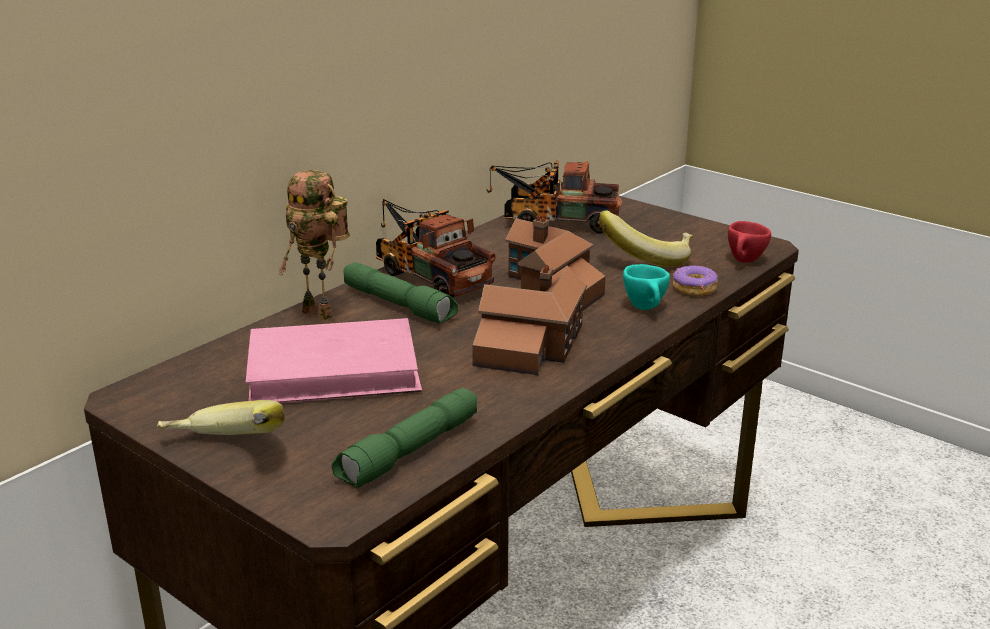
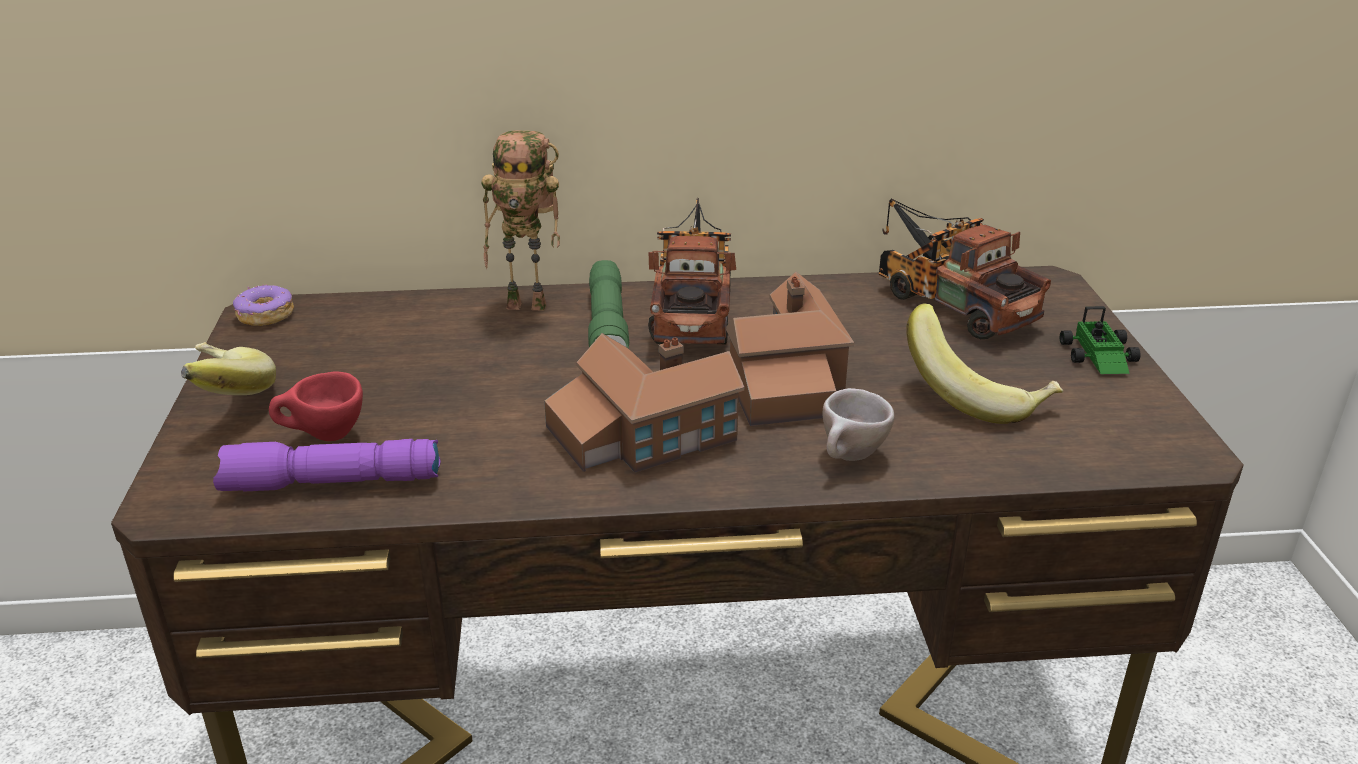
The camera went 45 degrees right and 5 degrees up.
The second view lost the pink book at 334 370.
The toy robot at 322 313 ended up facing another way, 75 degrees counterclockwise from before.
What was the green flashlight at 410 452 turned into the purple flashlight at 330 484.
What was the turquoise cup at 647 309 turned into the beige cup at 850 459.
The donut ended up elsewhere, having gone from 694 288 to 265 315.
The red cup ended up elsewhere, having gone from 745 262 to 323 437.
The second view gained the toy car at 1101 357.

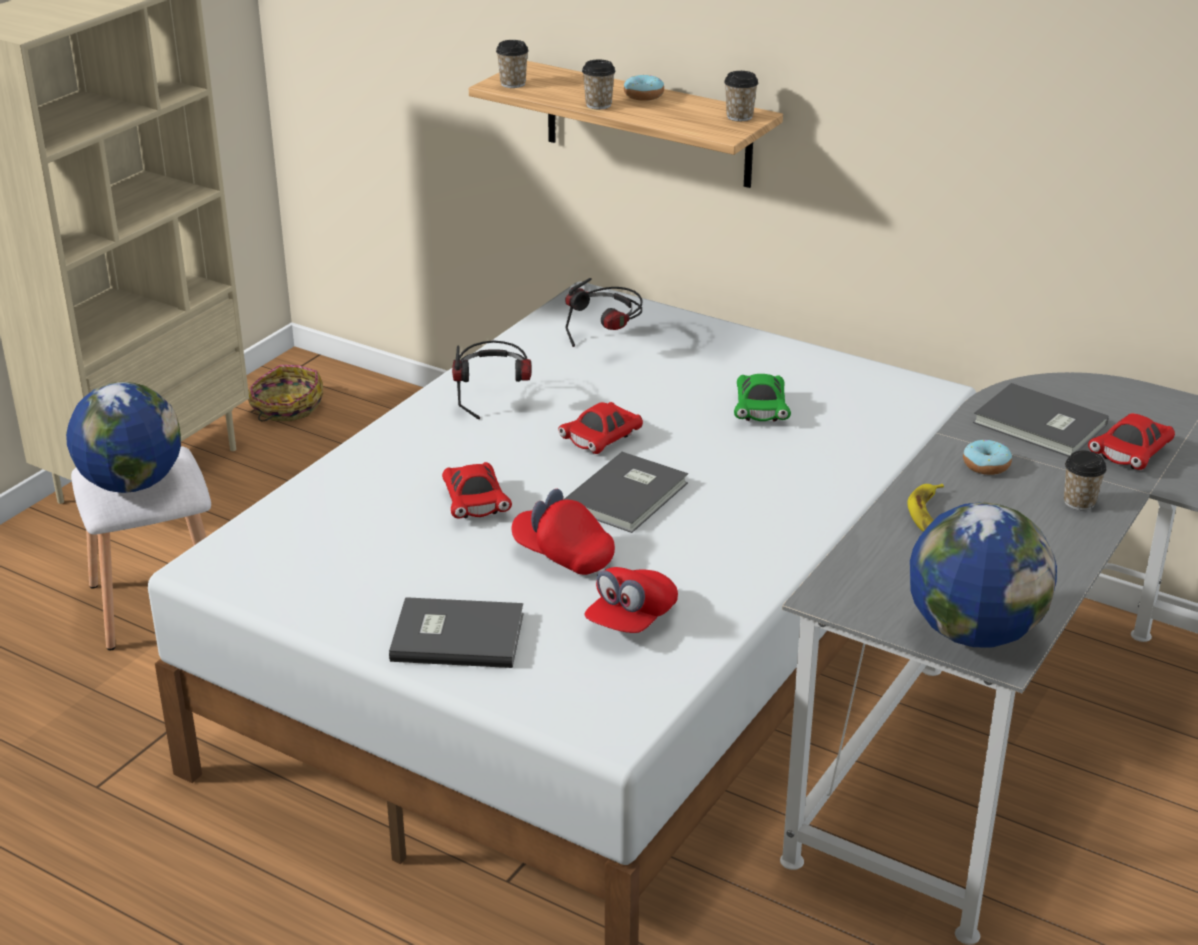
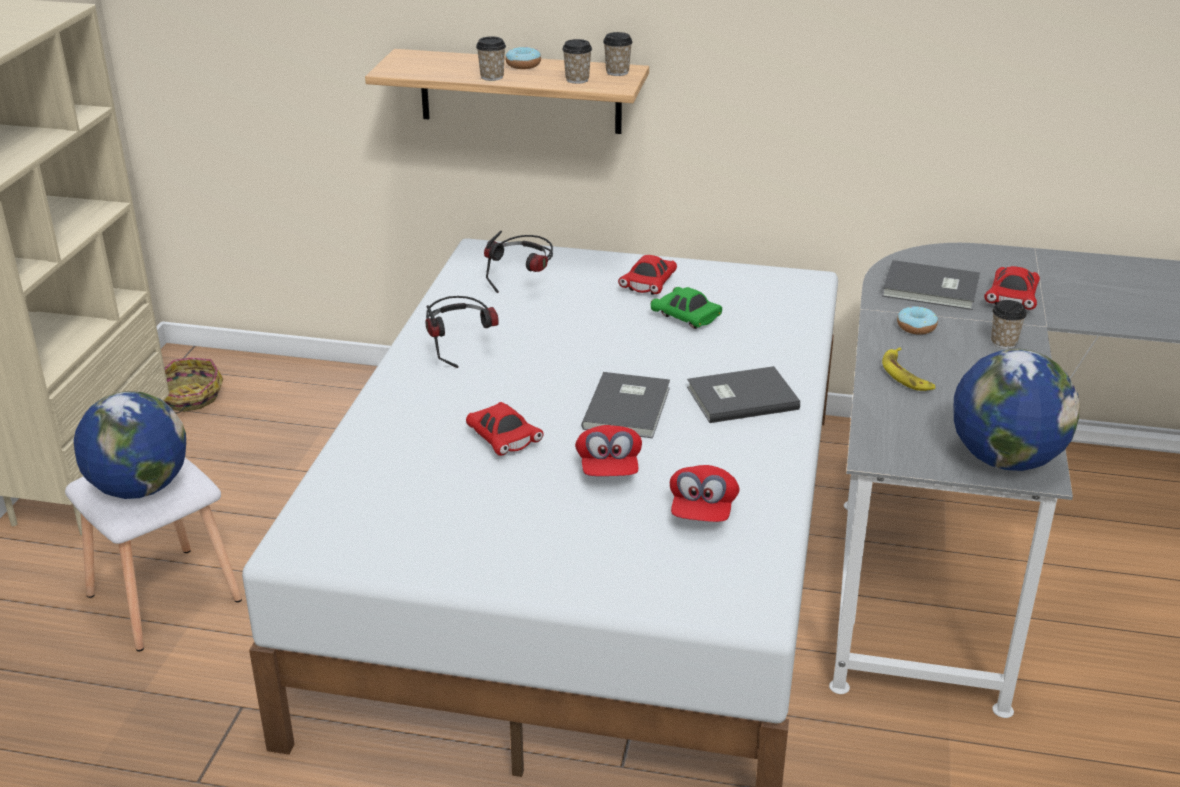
The camera went 20 degrees left and 0 degrees up.
The grey book ended up elsewhere, having gone from 456 635 to 740 397.
The cup ended up elsewhere, having gone from 513 84 to 577 80.
The red cap at 563 555 ended up facing another way, 105 degrees counterclockwise from before.
The red toy car ended up elsewhere, having gone from 601 440 to 648 285.
The green toy car at 760 410 ended up facing another way, 150 degrees clockwise from before.

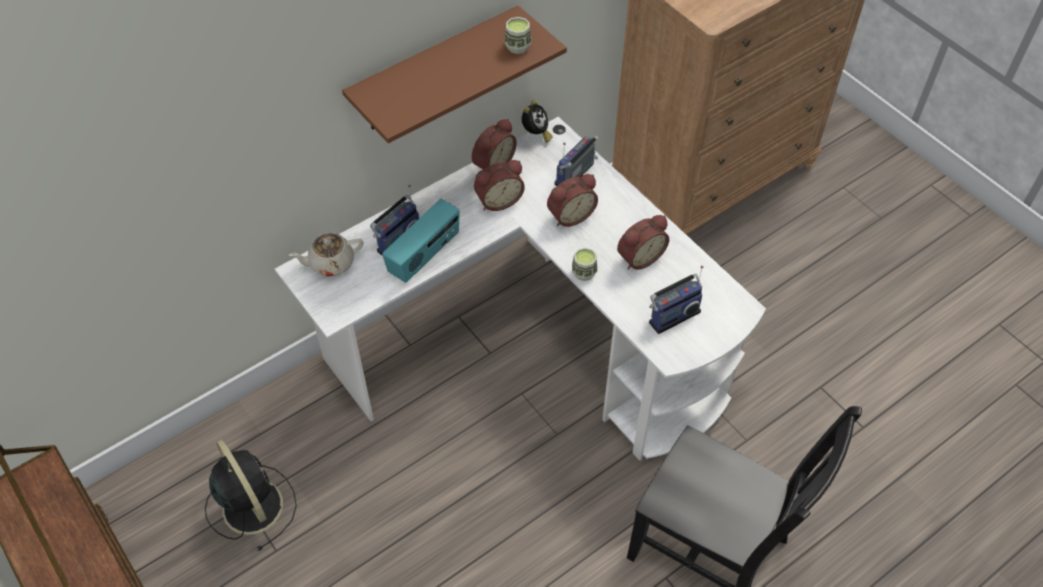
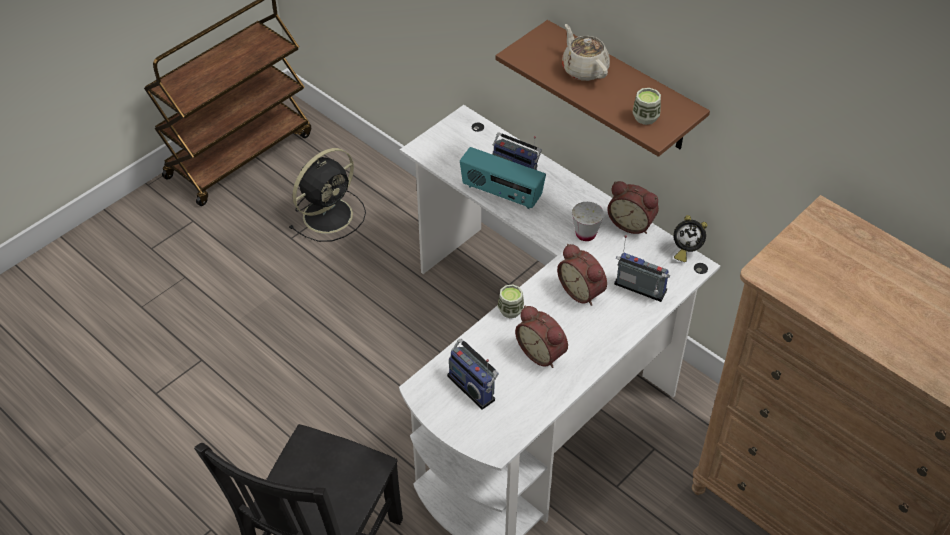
The camera went 80 degrees right and 5 degrees down.
The beige teapot ended up elsewhere, having gone from 330 263 to 584 69.
Where the alarm clock stood at 498 200, the white cup came to stand at 585 234.

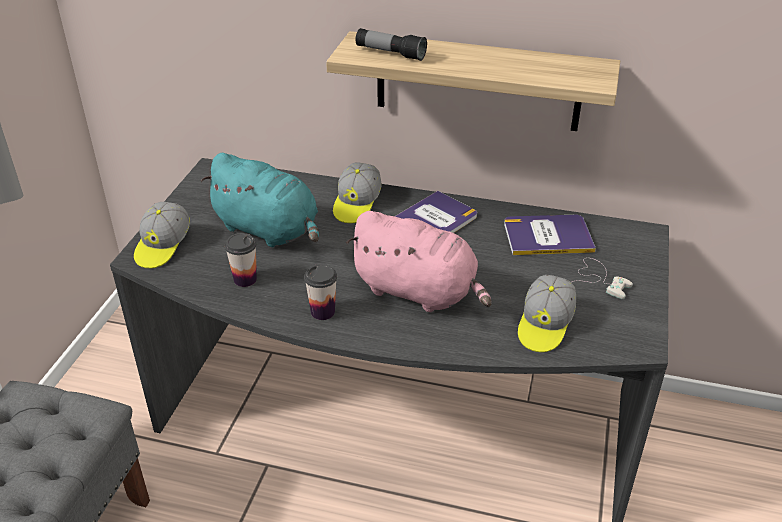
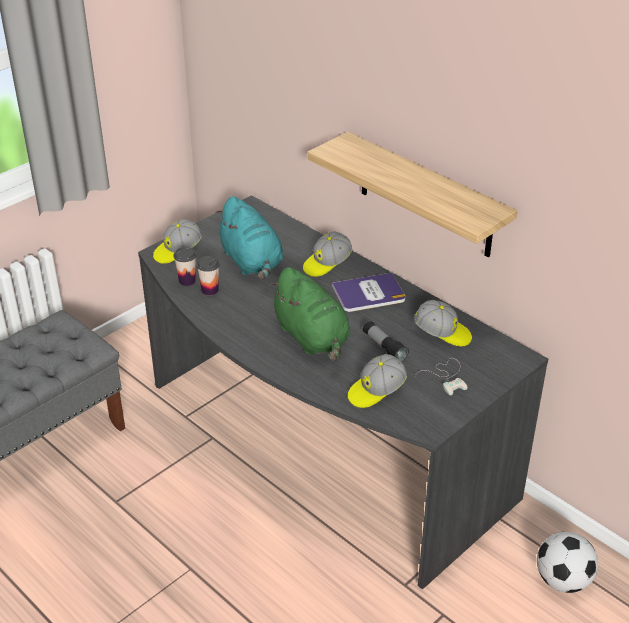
The camera went 30 degrees right and 0 degrees up.
The cup ended up elsewhere, having gone from 322 312 to 187 281.
What was the pink plush toy at 419 292 turned into the green plush toy at 312 338.
The flashlight ended up elsewhere, having gone from 390 53 to 384 347.
Where the book stood at 547 236, the cap came to stand at 442 333.
The second view gained the football at 562 581.

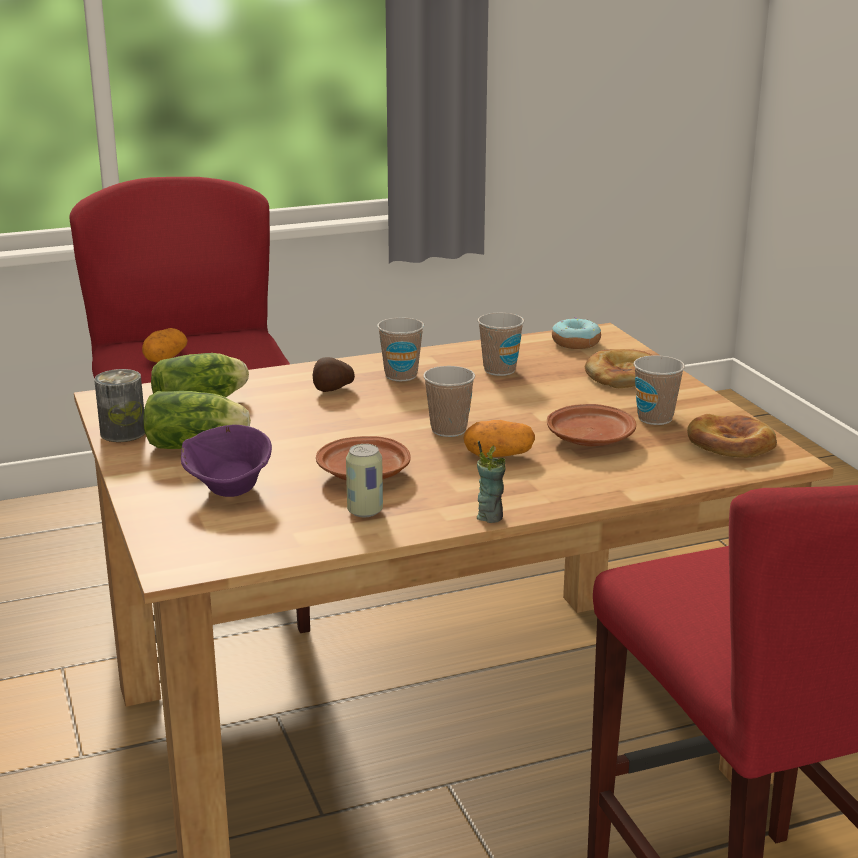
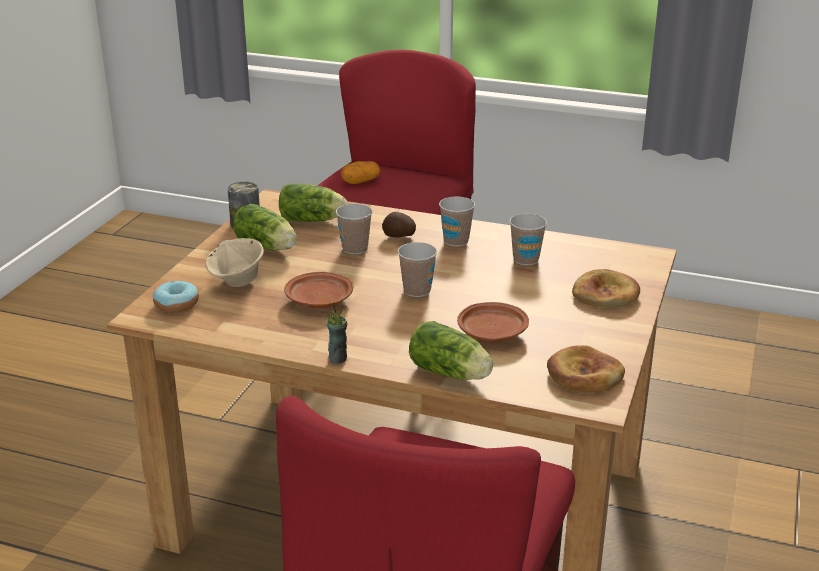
The camera went 40 degrees right and 5 degrees up.
What was the purple bowl at 230 490 turned into the beige bowl at 237 282.
The second view lost the can at 365 511.
The second view lost the potato at 498 455.
The donut ended up elsewhere, having gone from 576 343 to 176 304.
The cup ended up elsewhere, having gone from 655 418 to 355 249.
The second view gained the lettuce at 451 374.

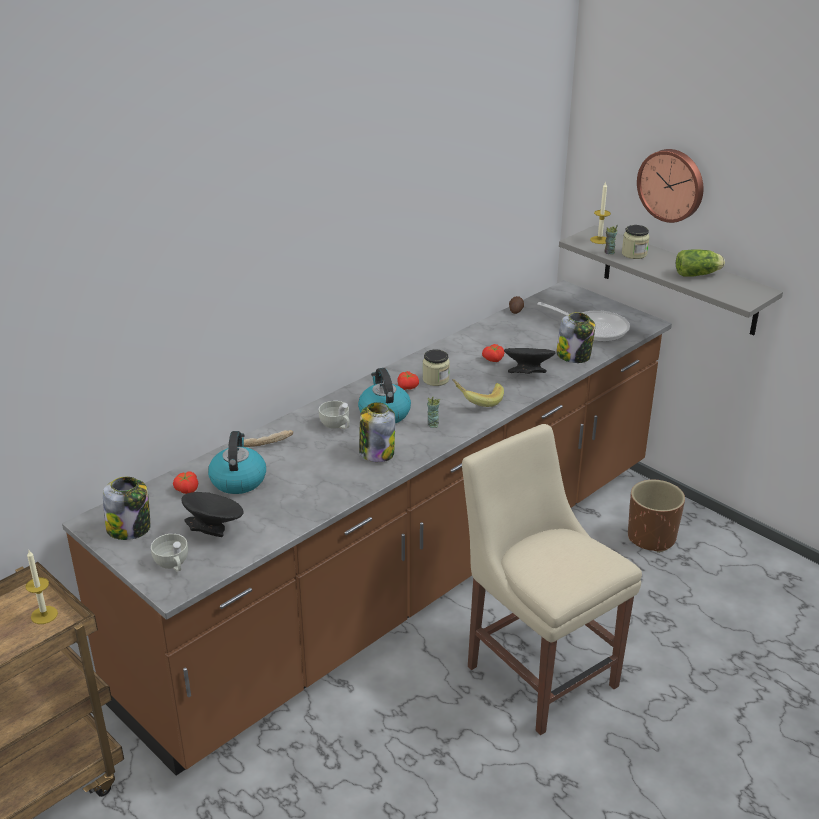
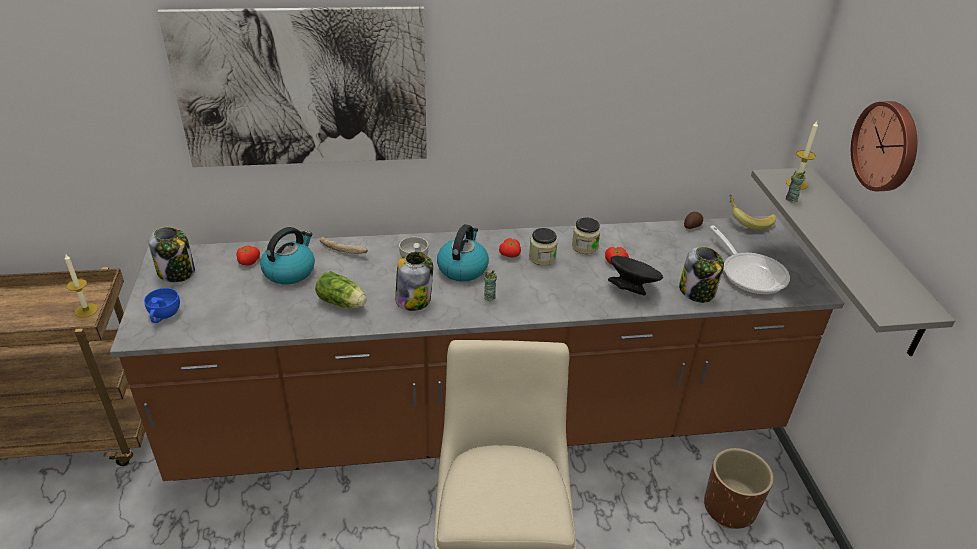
The camera went 35 degrees right and 5 degrees up.
What was the white cup at 173 564 turned into the blue cup at 163 315.
The second view lost the black bowl at 214 529.
The banana ended up elsewhere, having gone from 477 400 to 747 221.
The jar ended up elsewhere, having gone from 634 254 to 584 247.
The lettuce ended up elsewhere, having gone from 698 274 to 343 303.
The second view gained the picture at 303 88.

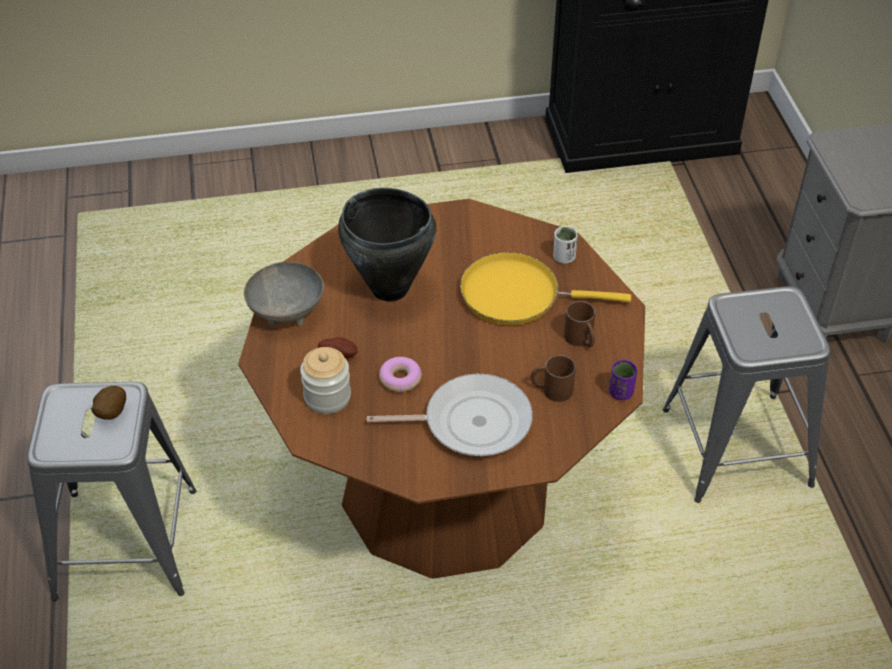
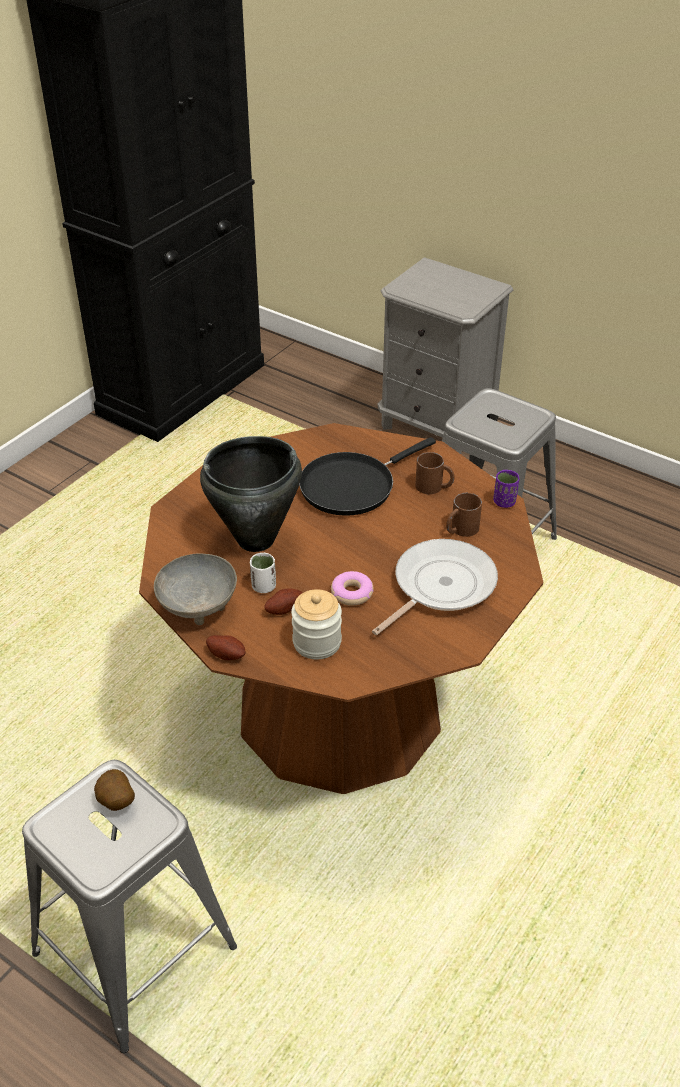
The camera went 45 degrees left and 5 degrees down.
What was the yellow frying pan at 517 294 turned into the black frying pan at 352 486.
The white cup ended up elsewhere, having gone from 564 257 to 263 586.
The second view gained the potato at 227 654.

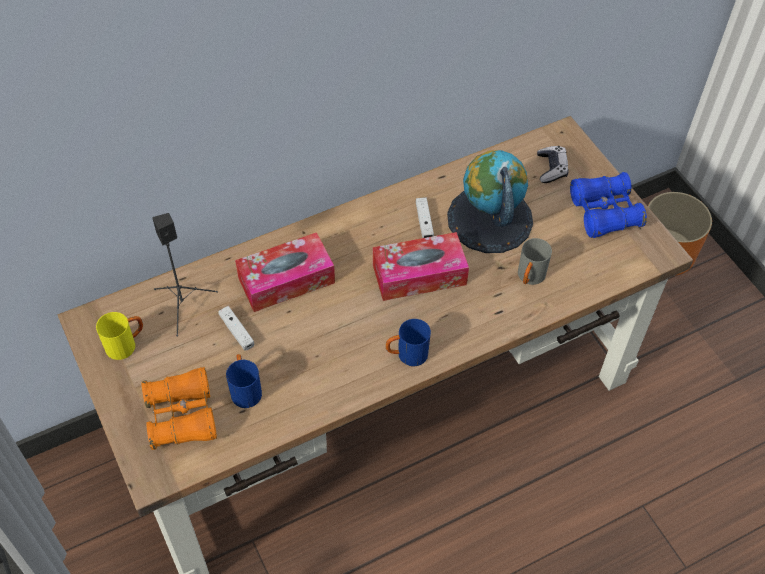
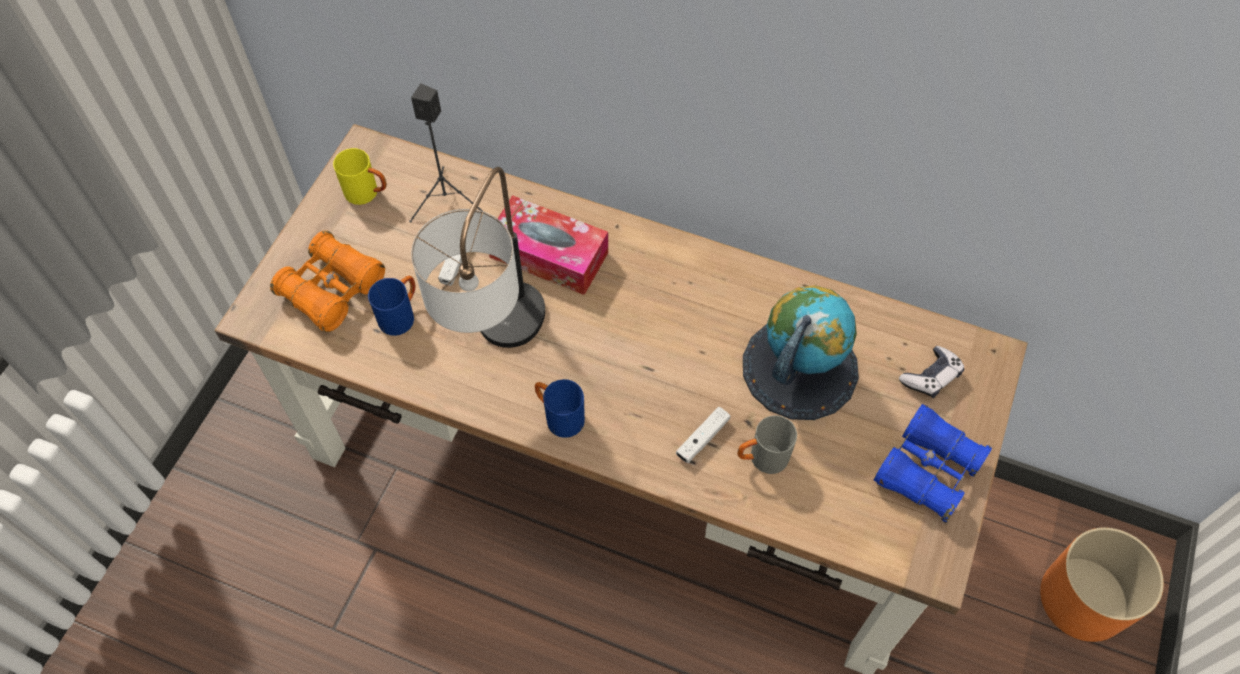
The camera went 50 degrees right and 5 degrees up.
The second view lost the tissue box at 419 274.
The white game controller ended up elsewhere, having gone from 424 222 to 702 438.
The second view gained the table lamp at 497 346.

